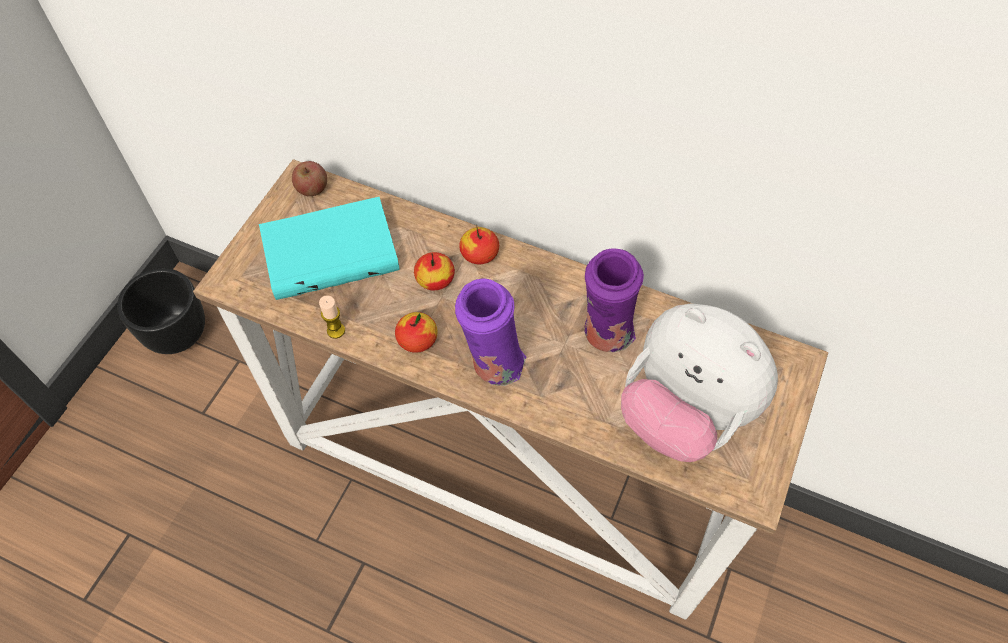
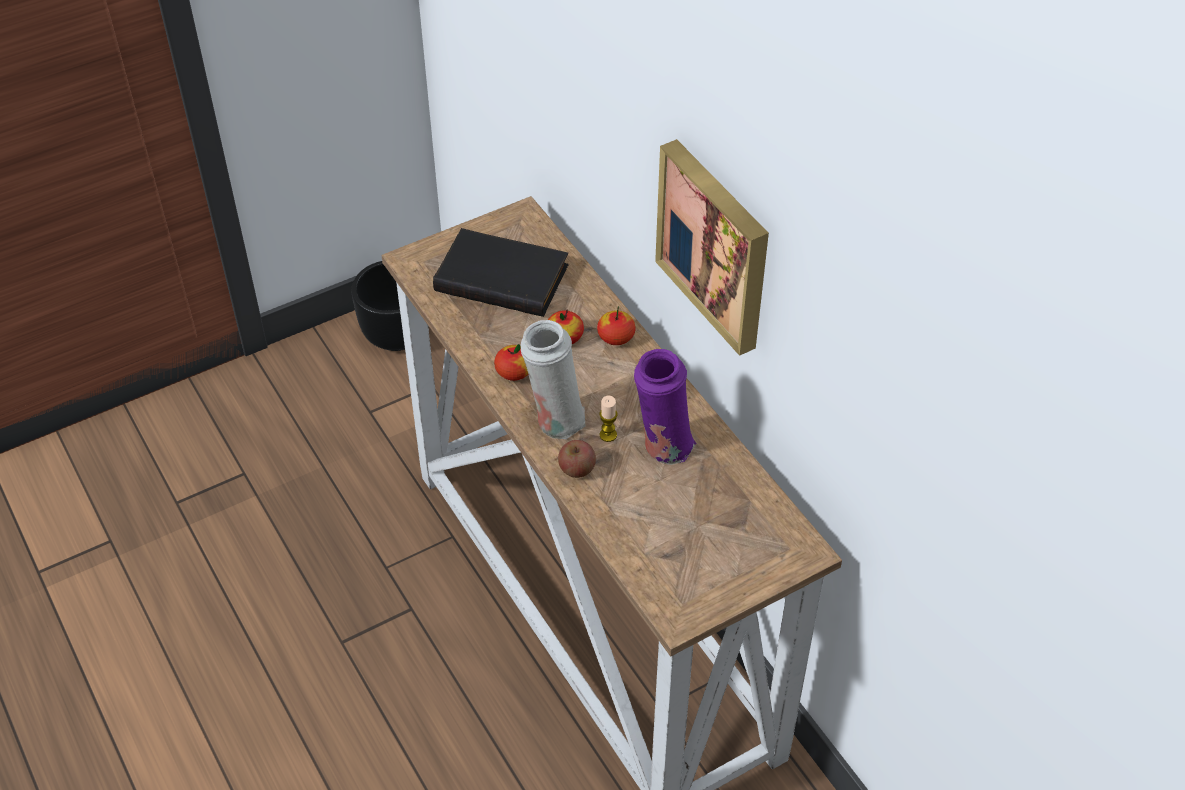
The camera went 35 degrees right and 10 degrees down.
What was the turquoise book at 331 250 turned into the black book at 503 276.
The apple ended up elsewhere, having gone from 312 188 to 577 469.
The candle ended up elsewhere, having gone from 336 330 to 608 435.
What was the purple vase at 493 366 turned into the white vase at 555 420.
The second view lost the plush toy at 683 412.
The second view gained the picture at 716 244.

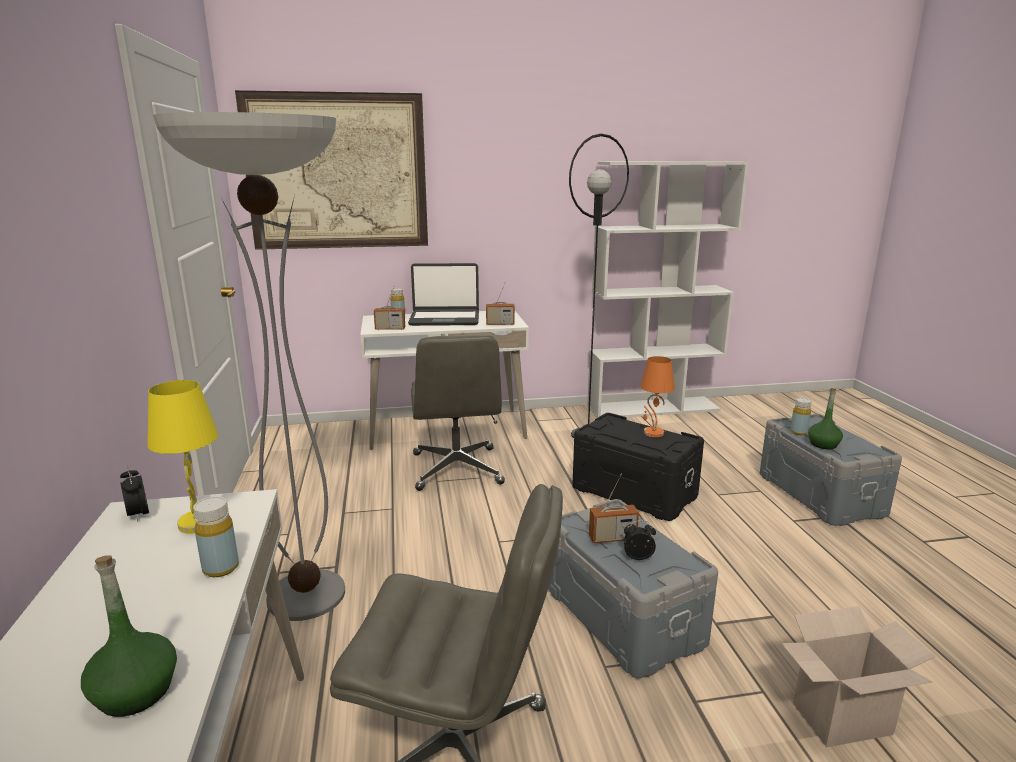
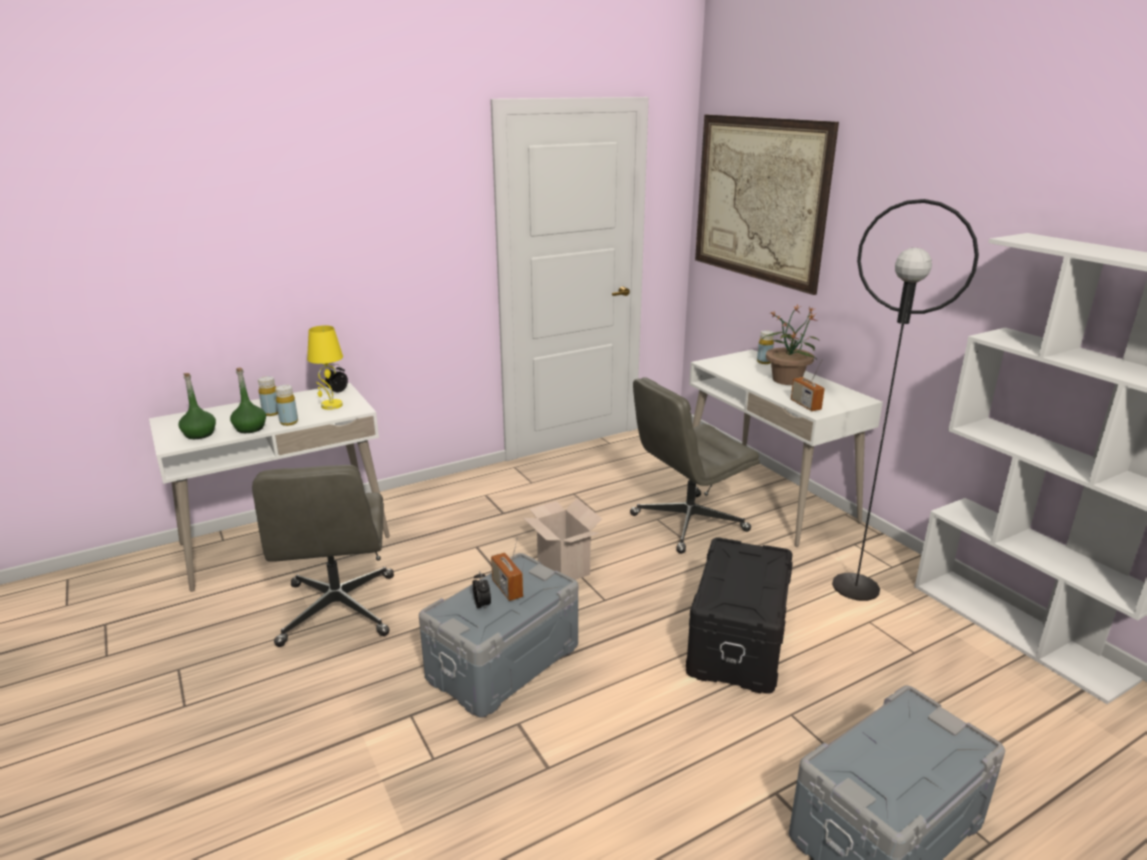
The camera went 70 degrees right and 5 degrees up.
The second view lost the floor lamp at 306 595.
The second view lost the radio at 390 329.
Where the laptop stood at 444 319, the potted plant came to stand at 786 379.
The second view lost the orange table lamp at 653 433.
The cardboard box ended up elsewhere, having gone from 841 721 to 561 567.
The yellow bottle ended up elsewhere, having gone from 798 432 to 271 413.
The green bottle ended up elsewhere, having gone from 823 444 to 250 428.

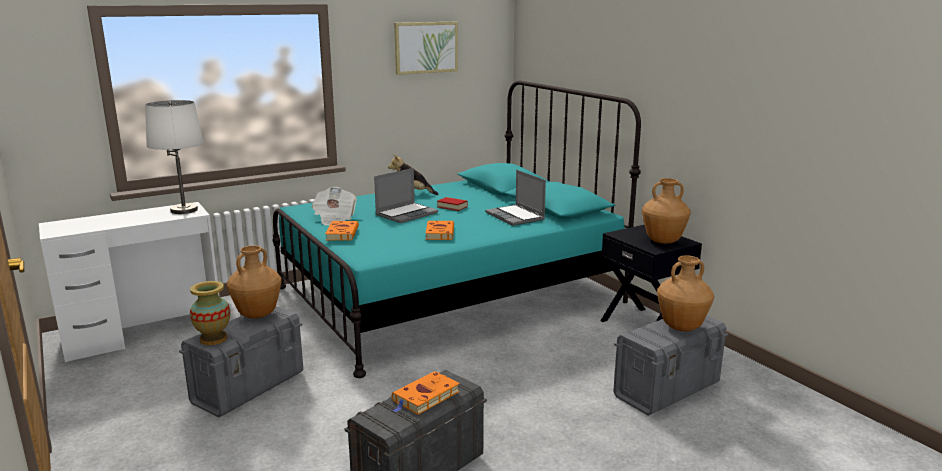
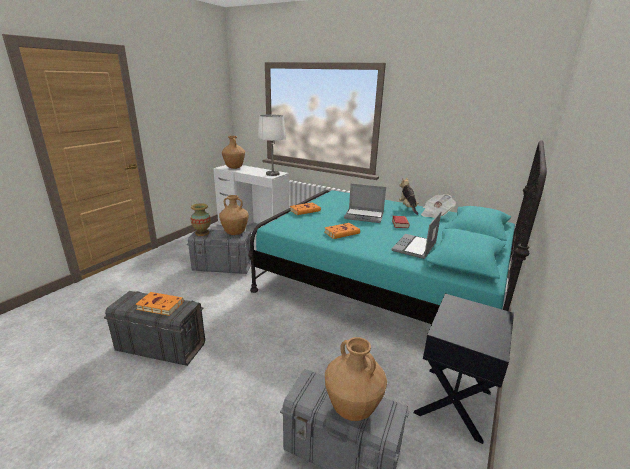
The camera went 60 degrees right and 5 degrees up.
The newspaper ended up elsewhere, having gone from 334 218 to 435 214.
The second view lost the picture at 426 47.
The brown vase ended up elsewhere, having gone from 663 241 to 234 168.

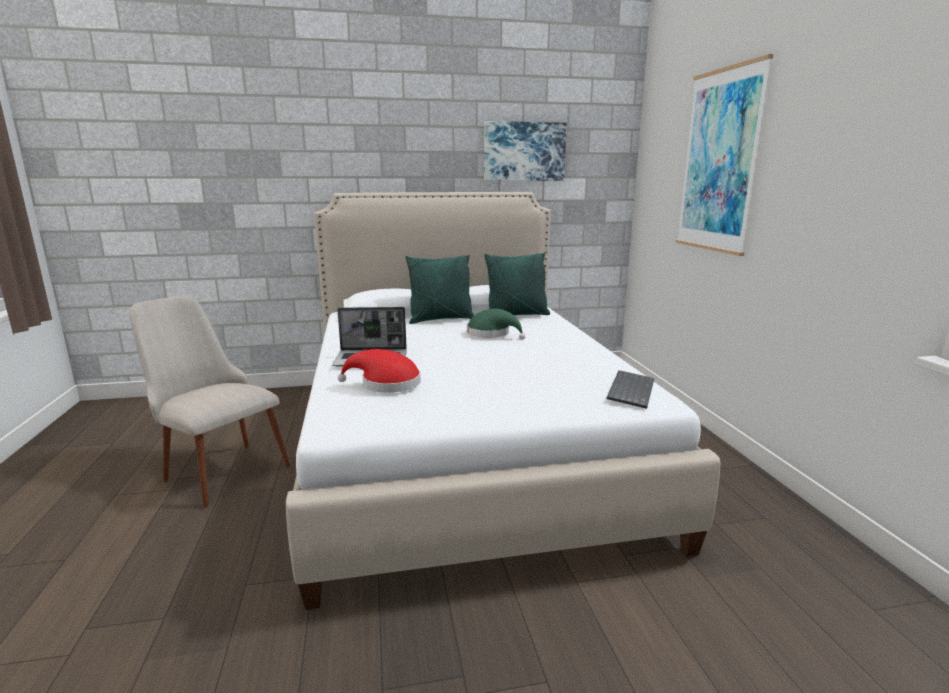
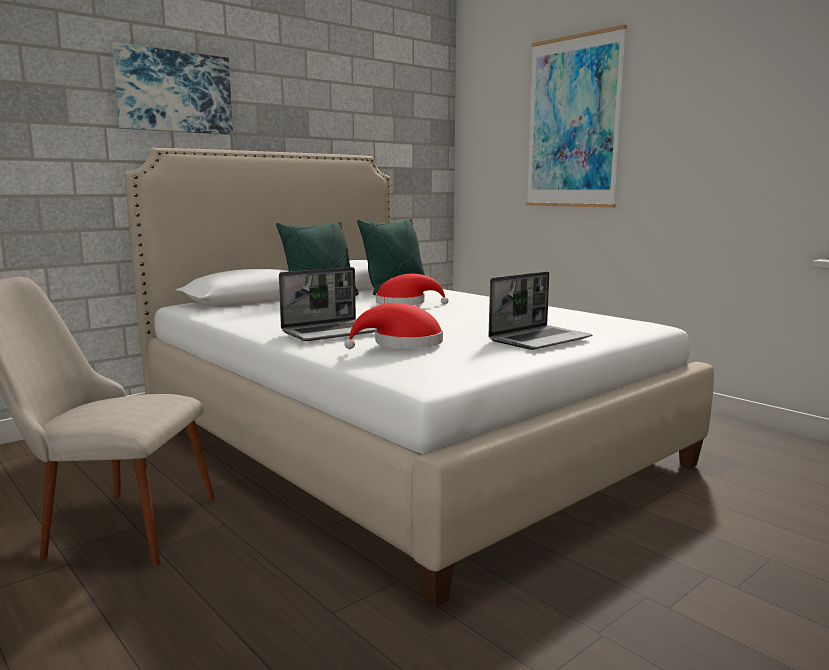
The camera went 30 degrees left and 5 degrees down.
What was the green hat at 491 334 turned into the red hat at 405 303.
The picture ended up elsewhere, having gone from 524 151 to 174 92.
The second view lost the keyboard at 629 390.
The second view gained the laptop at 540 339.

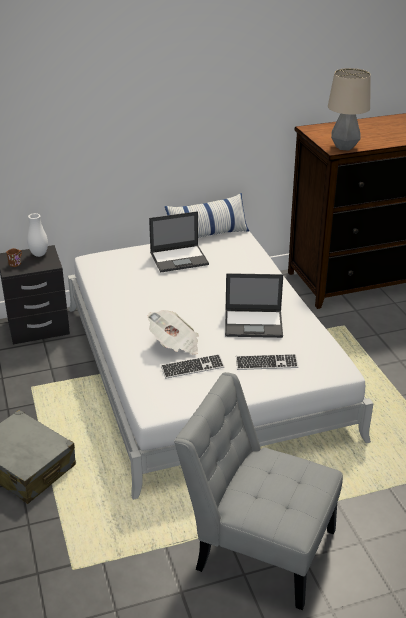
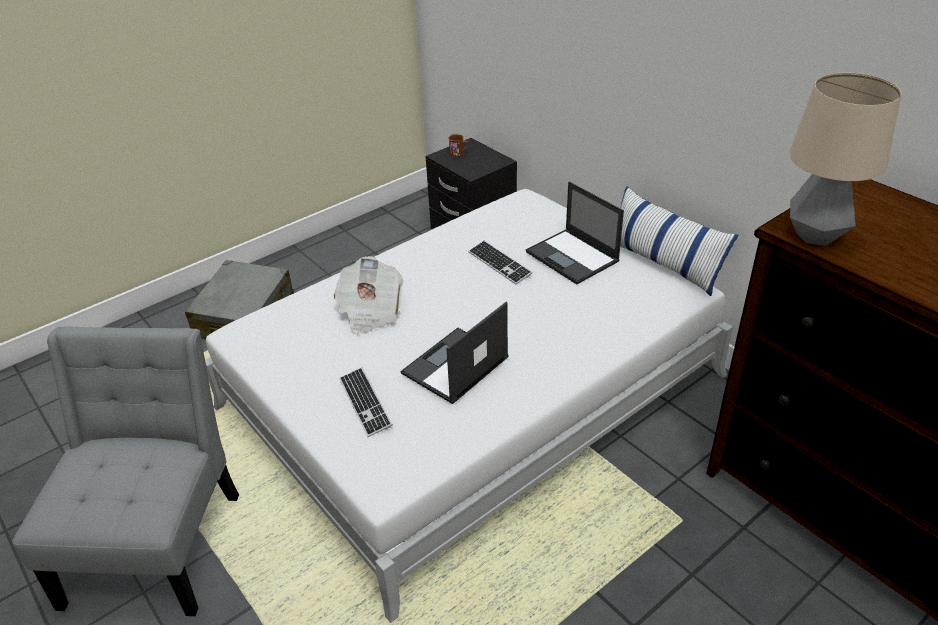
The camera went 70 degrees right and 5 degrees up.
The second view lost the white vase at 39 254.
The keyboard ended up elsewhere, having gone from 192 367 to 499 264.
The laptop at 254 323 ended up facing another way, 60 degrees clockwise from before.

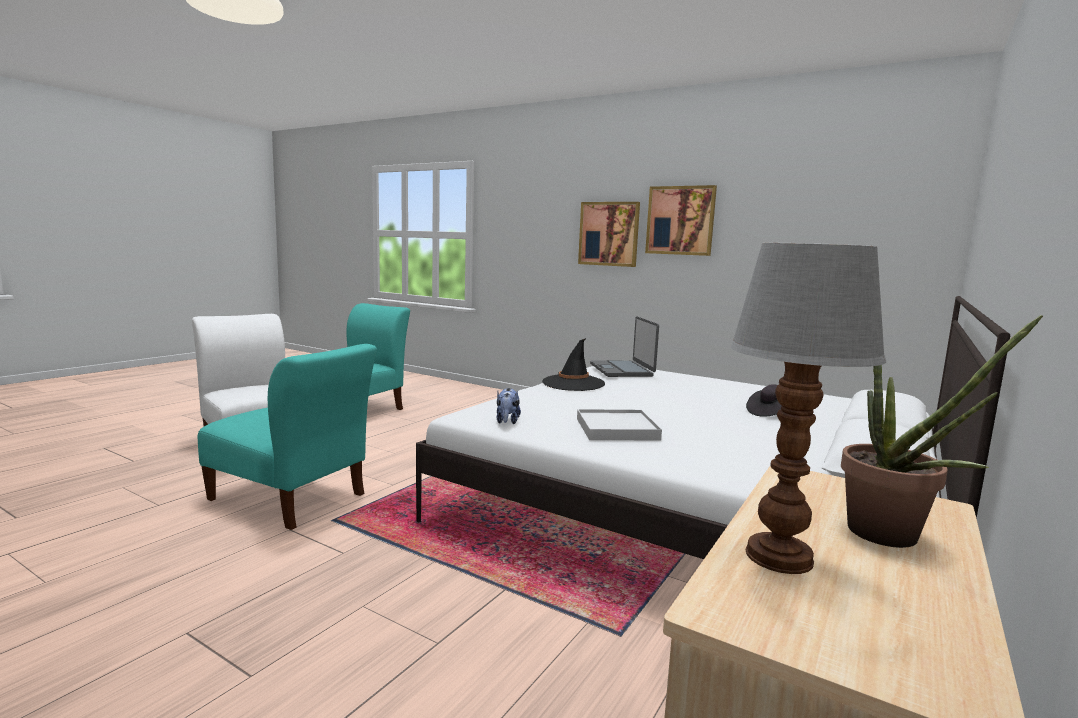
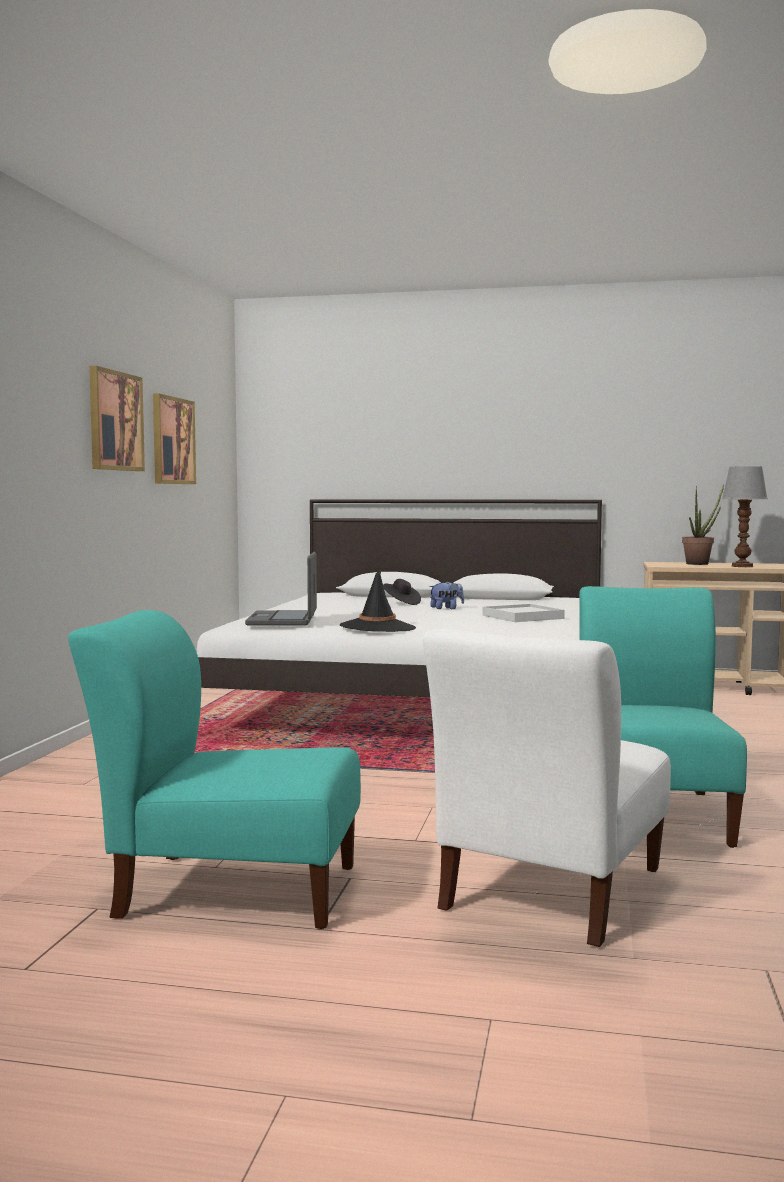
The camera went 110 degrees left and 5 degrees down.
The plush toy ended up elsewhere, having gone from 507 421 to 446 608.
The picture ended up elsewhere, having gone from 609 234 to 172 441.
The laptop at 622 370 ended up facing another way, 120 degrees clockwise from before.

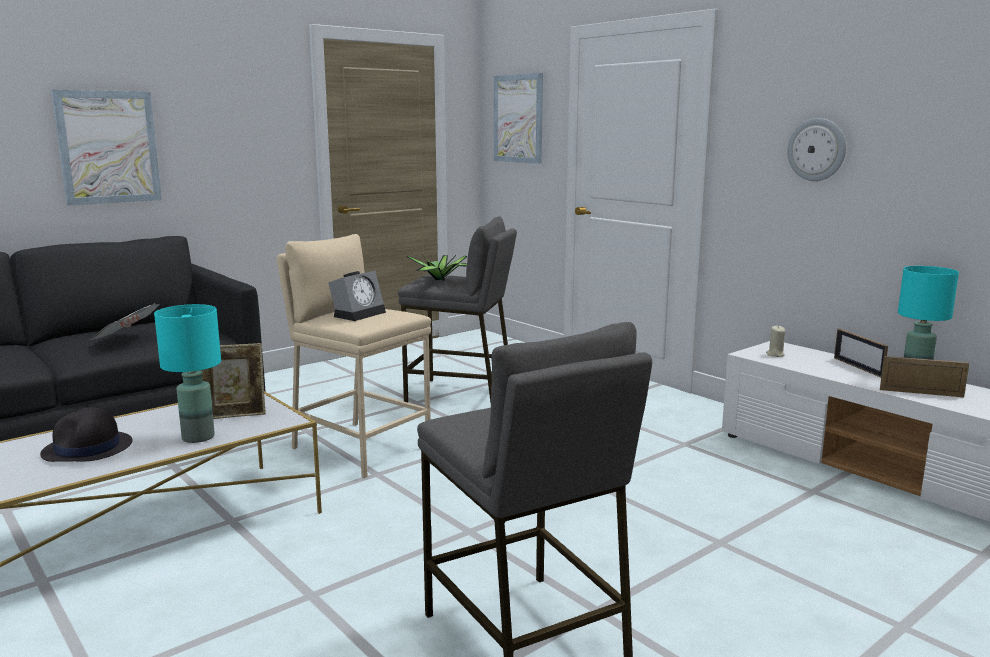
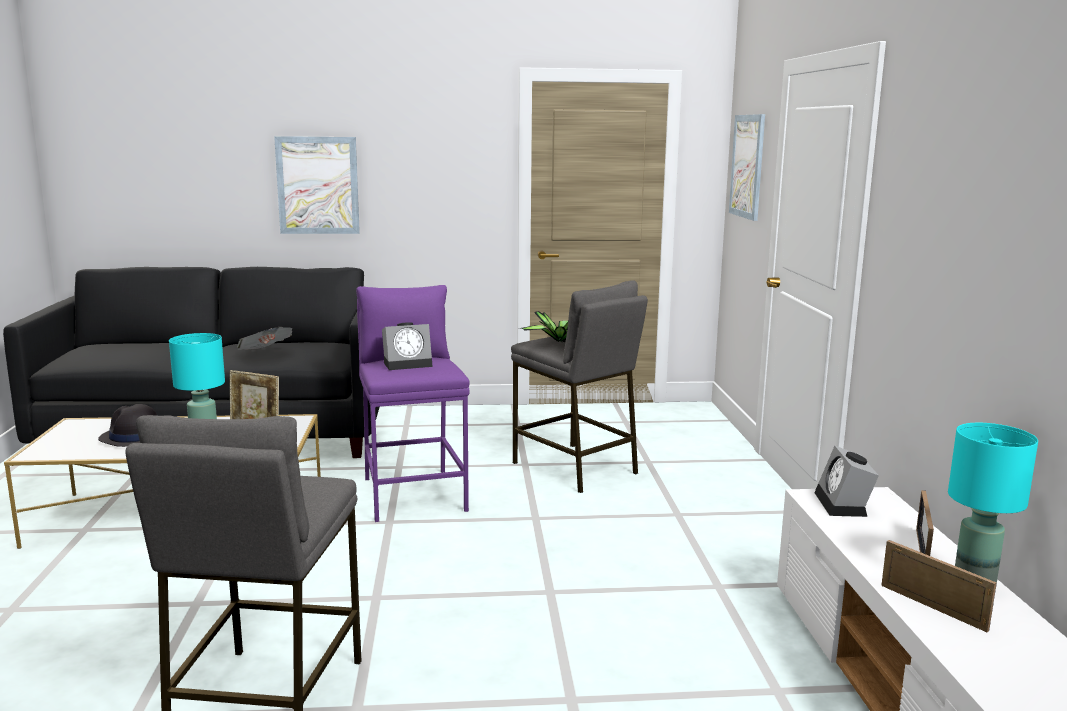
The camera went 35 degrees right and 0 degrees up.
What was the beige stool at 360 447 turned into the purple stool at 414 494.
Where the beige candle stood at 775 354, the alarm clock came to stand at 844 505.
The second view lost the wall clock at 817 149.

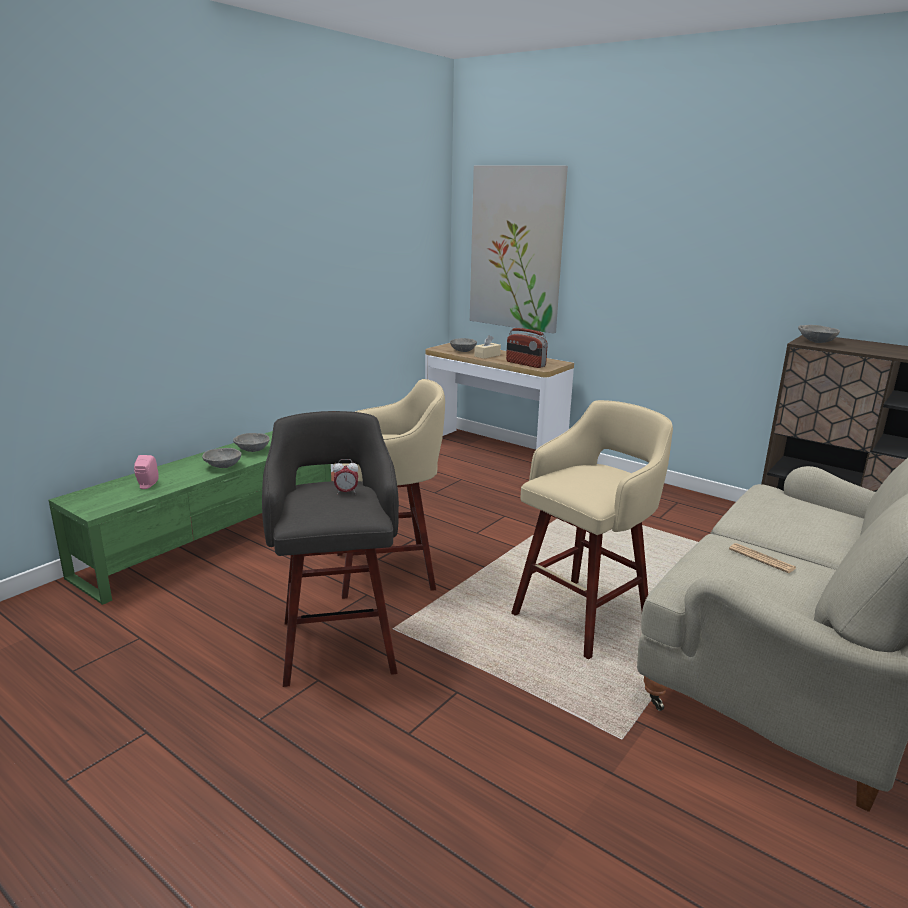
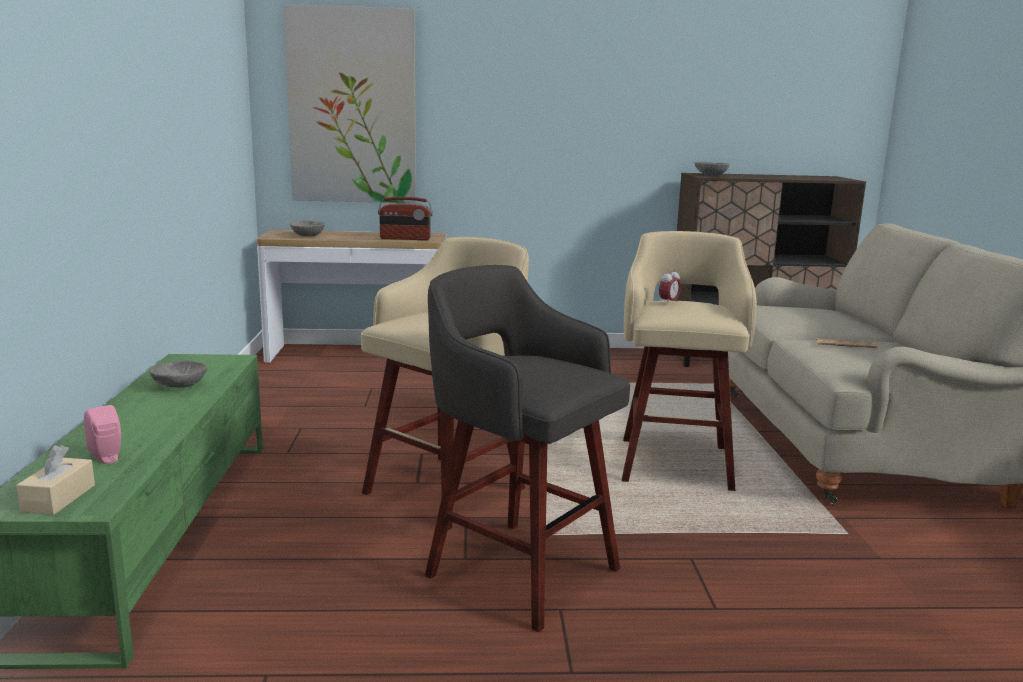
The camera went 40 degrees left and 5 degrees down.
The second view lost the grey bowl at 222 467.
The alarm clock ended up elsewhere, having gone from 346 492 to 668 302.
The beige tissue box ended up elsewhere, having gone from 487 355 to 59 498.

